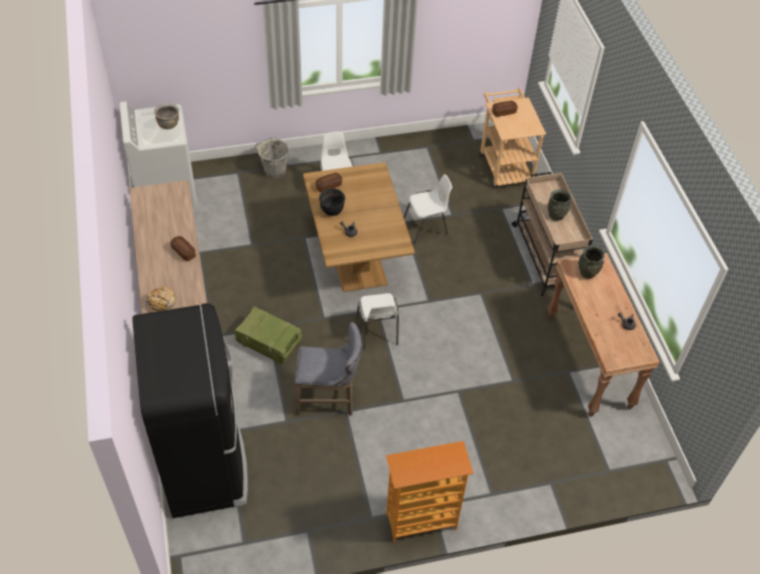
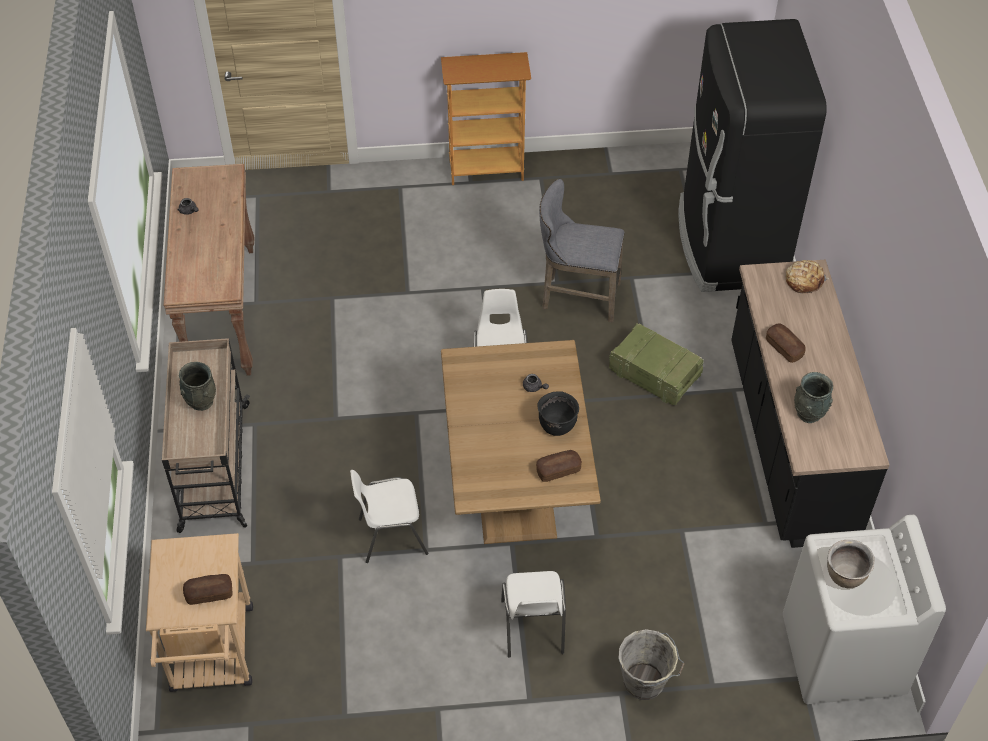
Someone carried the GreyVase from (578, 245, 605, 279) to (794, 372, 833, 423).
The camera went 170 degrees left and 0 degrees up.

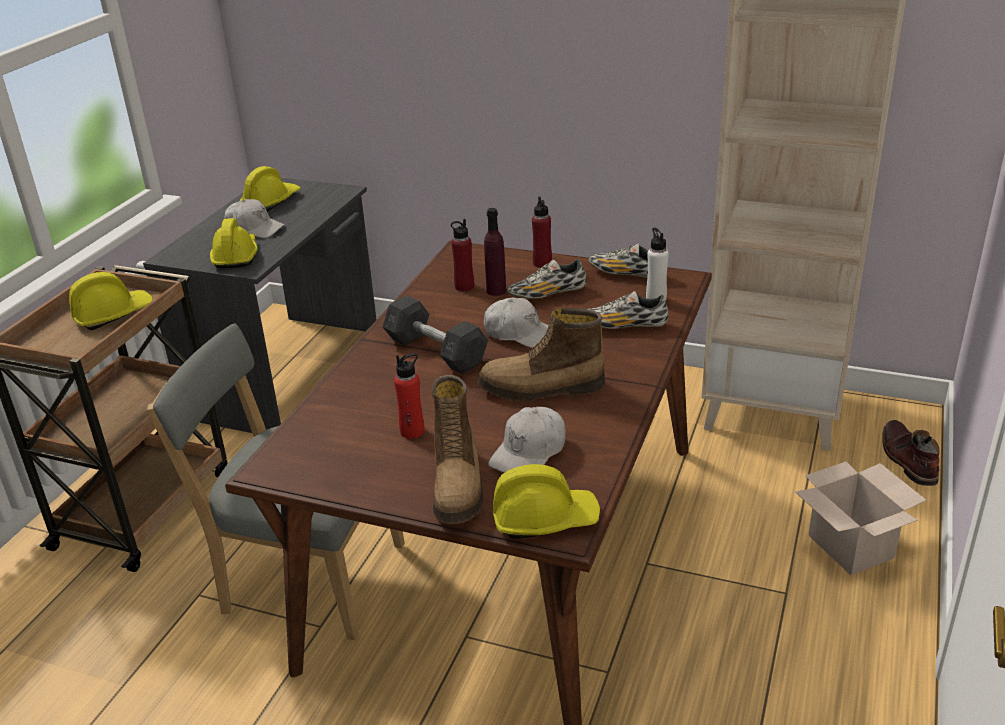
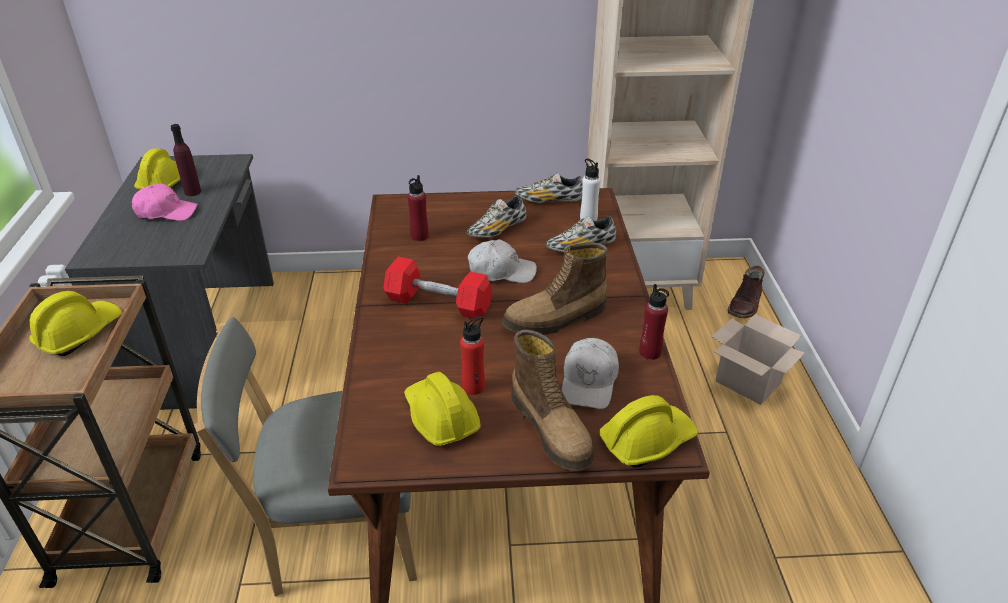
Someone carried the YellowishWorkHelmet from (210, 218, 258, 268) to (404, 372, 481, 446).
Someone repainted the WhitePeakedCap at (224, 199, 285, 238), which became the PinkColouredPeakedCap at (132, 184, 198, 221).
Someone repainted the GreyFreeWeight at (382, 295, 488, 374), which became the RedFreeWeight at (384, 257, 492, 319).
Someone carried the PurpleBottle from (484, 208, 506, 296) to (171, 124, 201, 196).
Someone carried the RedBottle from (532, 197, 552, 268) to (639, 284, 669, 360).
Someone rotated the BrownishTallBoot at (882, 420, 939, 486) by 120 degrees counterclockwise.
The camera went 25 degrees left and 5 degrees up.

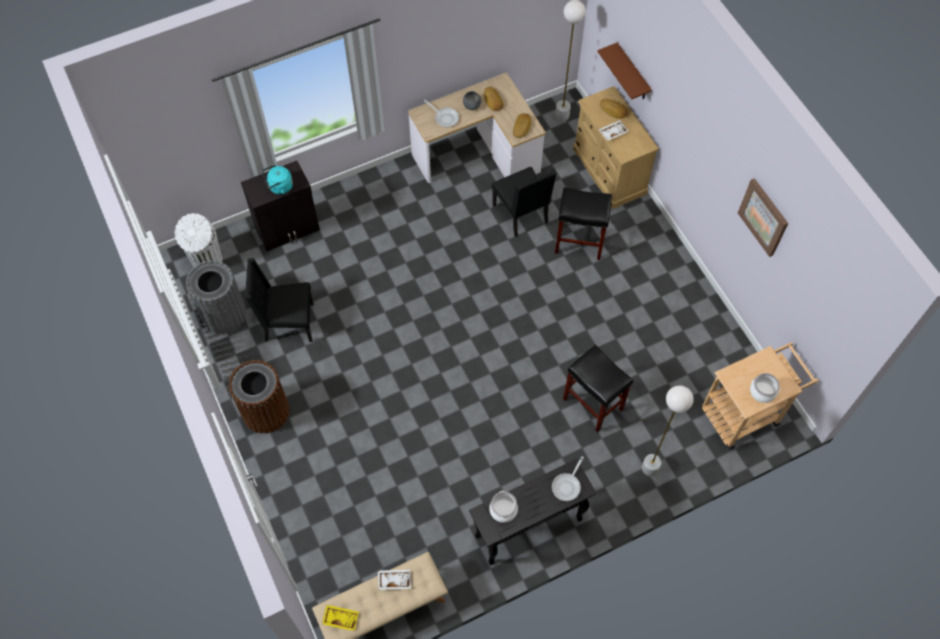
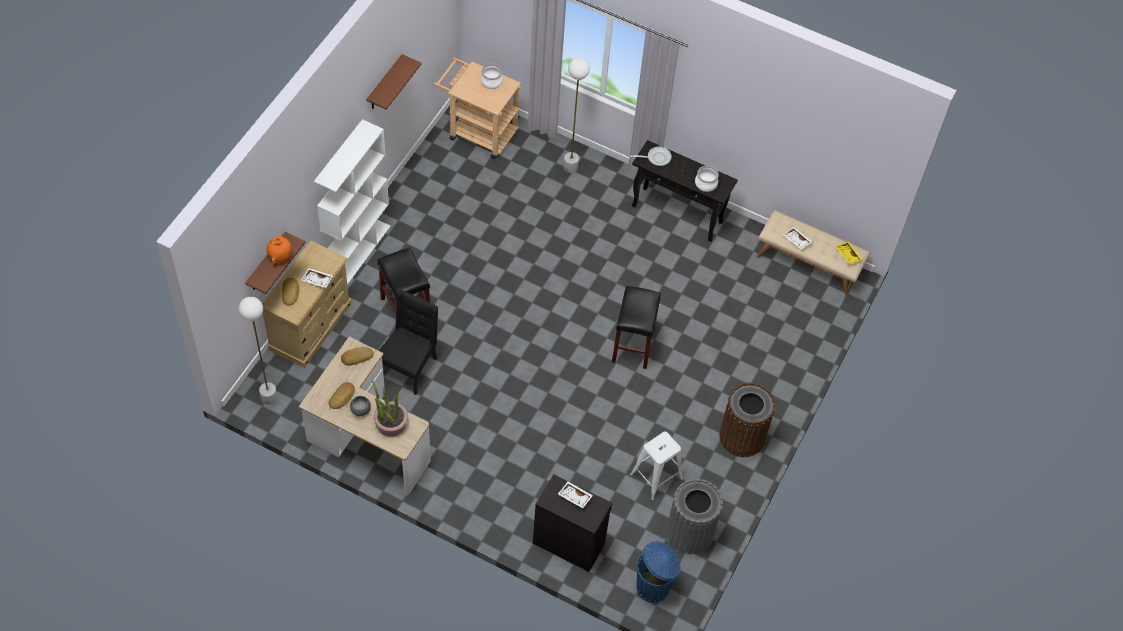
Someone repainted the WhiteRubbishBin at (175, 213, 222, 268), which became the BluishRubbishBin at (636, 541, 680, 603).
Someone swapped the BlackColouredPlainChair at (245, 258, 314, 342) for the WhiteStool at (630, 432, 683, 500).
Someone swapped the TurquoiseColouredKettle at (262, 165, 293, 194) for the WhiteServingTray at (558, 482, 593, 508).
Someone swapped the FryingPan at (424, 100, 459, 127) for the PottedPlant at (372, 381, 408, 436).
Someone carried the BlackColouredStool from (563, 345, 633, 433) to (612, 286, 661, 369).
Someone swapped the Picture at (738, 178, 788, 257) for the BrownishBracketShelf at (366, 54, 422, 110).
Someone put down the OrangeVase at (267, 236, 292, 263).
Someone put down the WhiteBookcase at (314, 119, 391, 285).
The camera went 130 degrees left and 5 degrees down.

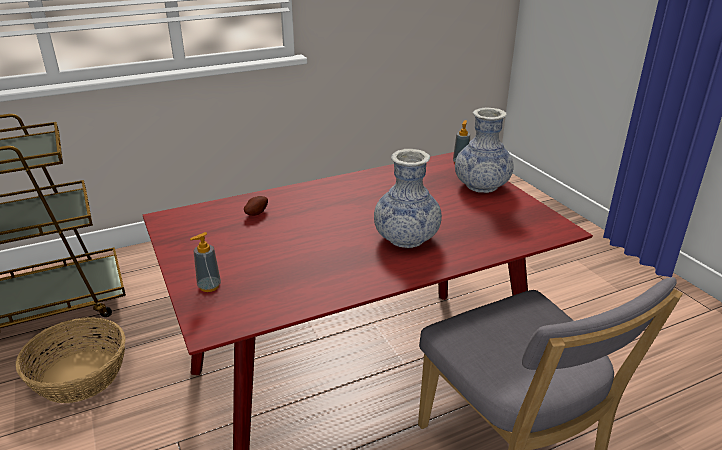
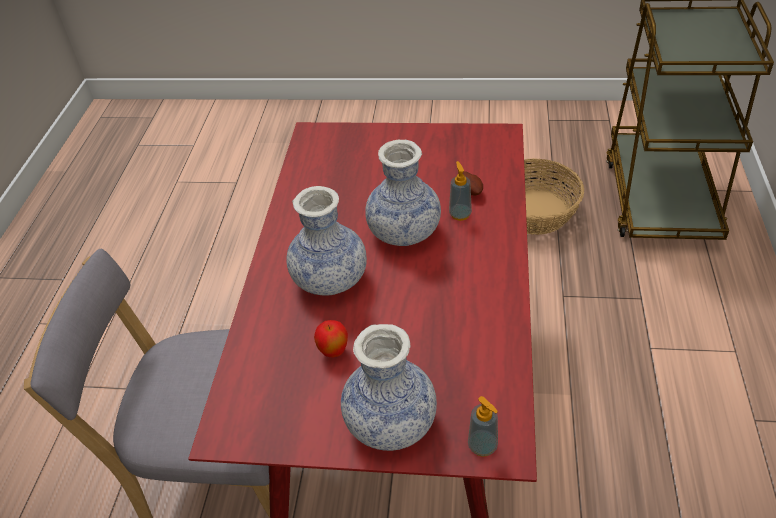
Someone carried the LiquidSoapBottle from (190, 232, 221, 292) to (449, 161, 472, 221).
Someone put down the AppleFruit at (314, 320, 348, 358).
Someone put down the Vase at (365, 140, 441, 246).
The camera went 125 degrees right and 15 degrees up.

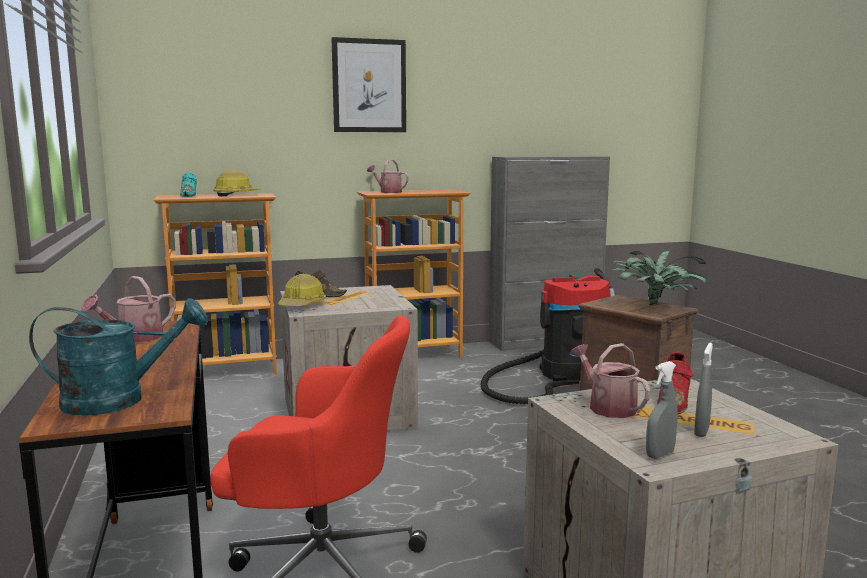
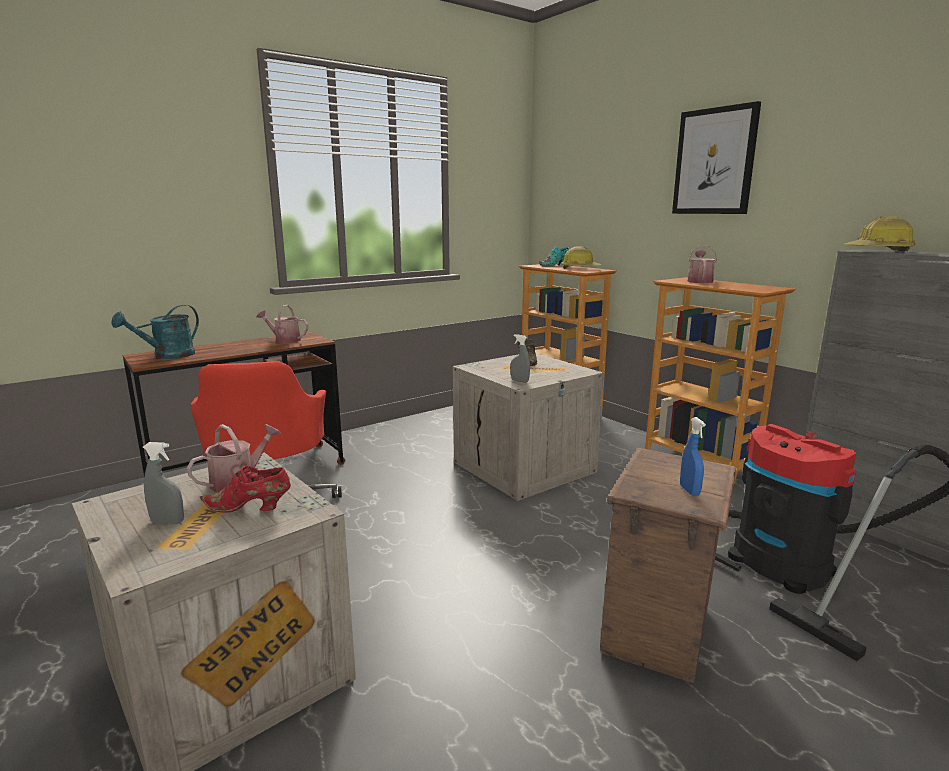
Someone rotated the TurquoiseColouredSprinklingCan at (29, 298, 208, 416) by 75 degrees clockwise.
Someone carried the WorkHelmet from (278, 274, 326, 306) to (844, 216, 916, 252).
Someone swapped the PottedPlant at (611, 251, 707, 305) for the BluishSprayer at (680, 417, 706, 496).
Someone carried the GreySprayer from (646, 361, 678, 459) to (511, 334, 530, 382).
The camera went 70 degrees right and 5 degrees up.

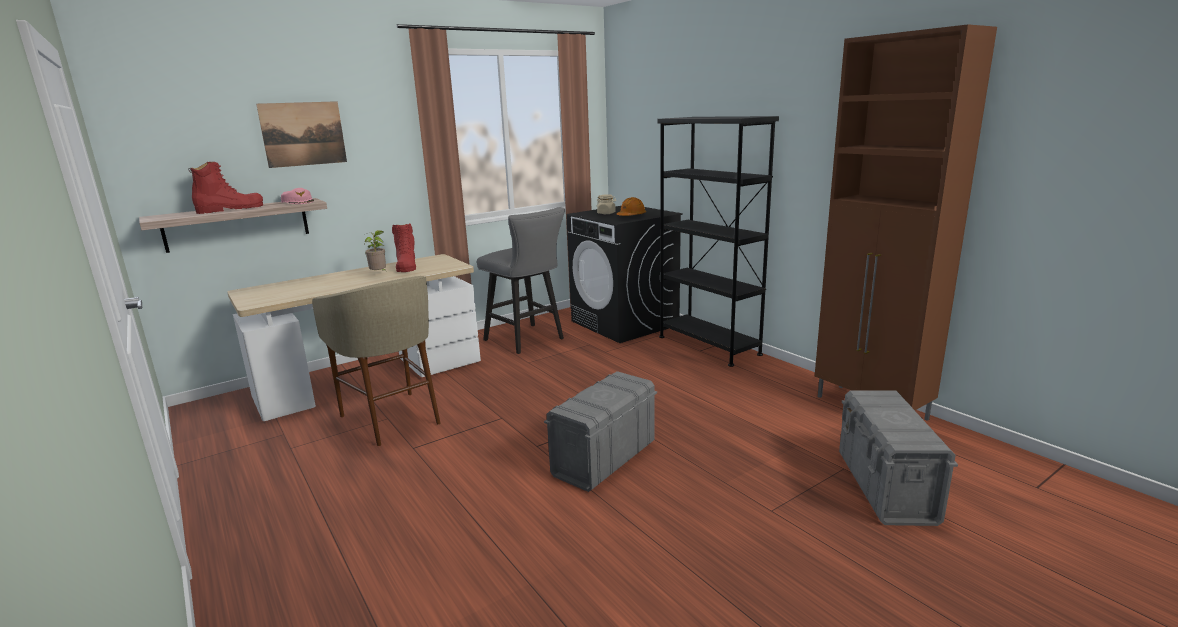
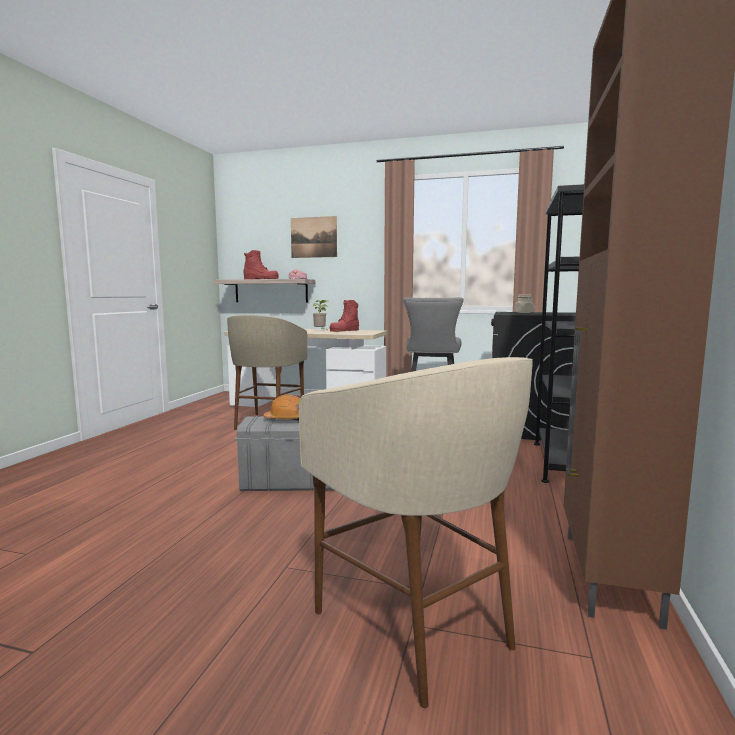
Someone carried the OrangeWorkHelmet from (617, 197, 646, 216) to (263, 395, 300, 421).
Someone swapped the GreyStorageBox at (839, 390, 958, 526) for the BeigeColouredStool at (299, 357, 533, 708).
The camera went 50 degrees right and 10 degrees down.

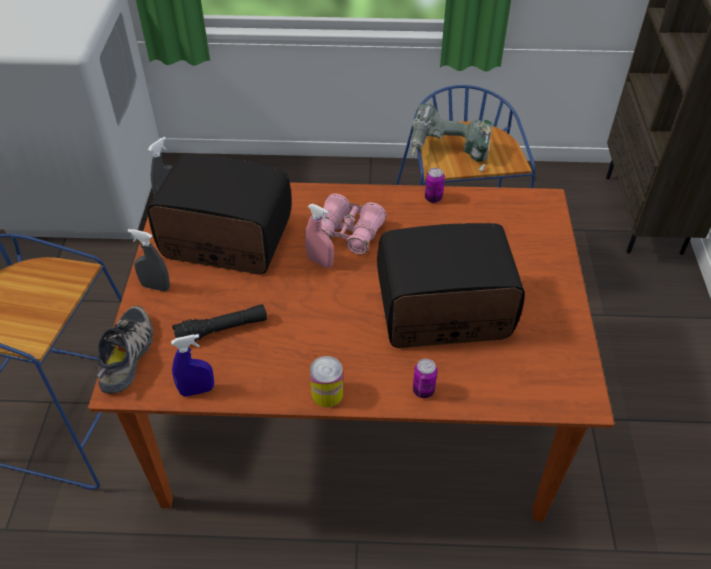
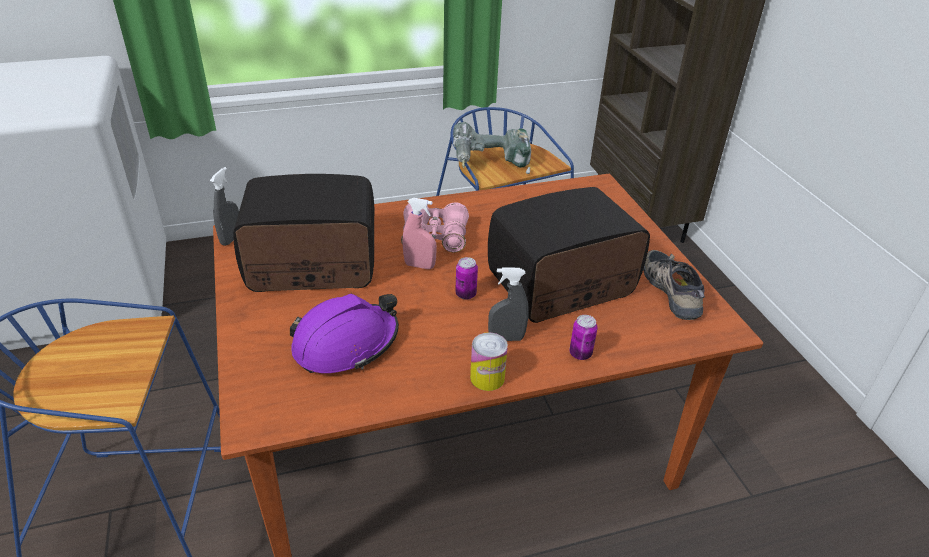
Someone carried the LowShoe from (96, 306, 153, 394) to (643, 250, 705, 320).
Someone carried the GreySprayer from (128, 229, 170, 291) to (488, 268, 529, 341).
Someone took away the BluishSprayer at (171, 334, 214, 397).
Someone swapped the BlackColouredTorch at (172, 304, 267, 341) for the PurpleWorkHelmet at (290, 294, 399, 373).
Someone carried the MetalCan from (425, 168, 445, 203) to (455, 257, 478, 300).
The camera went 20 degrees left and 10 degrees down.

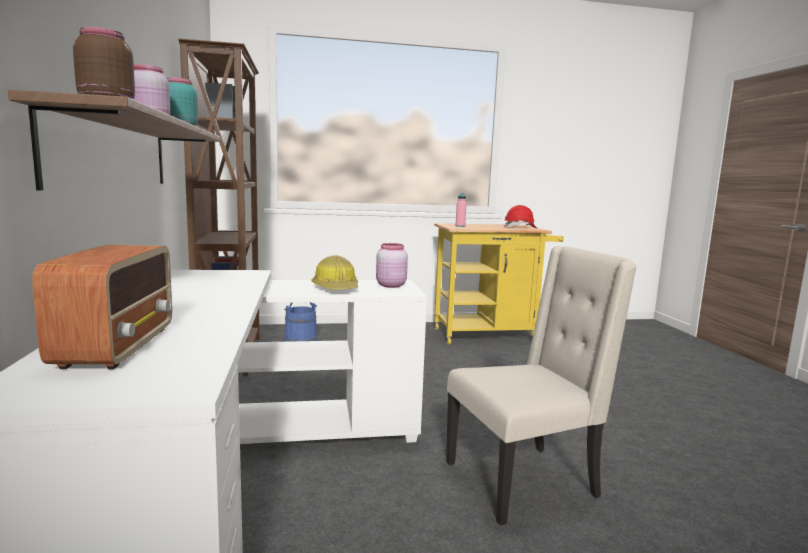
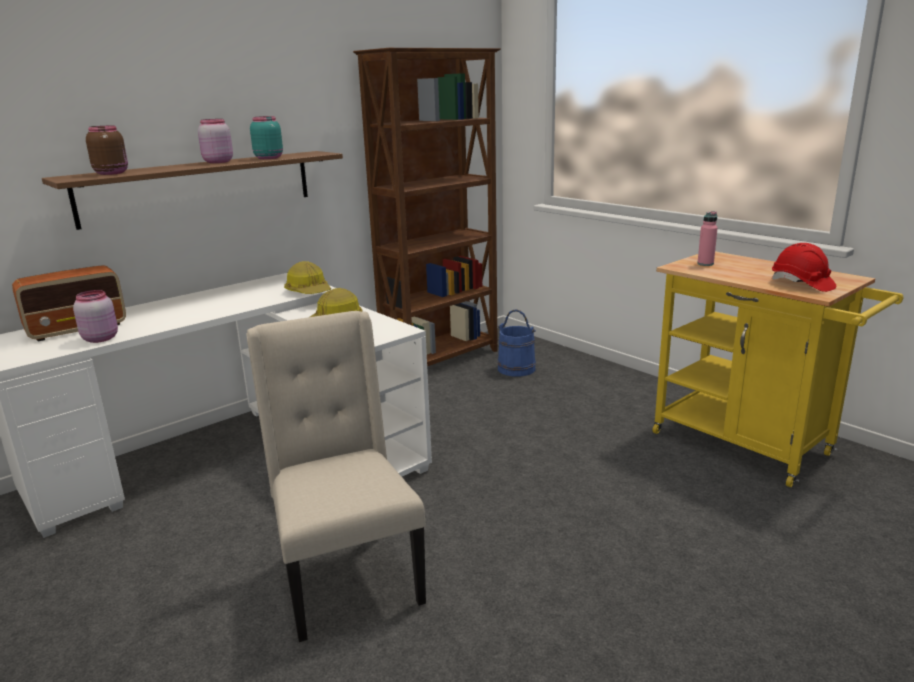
Someone carried the PinkColouredPreserveJar from (376, 243, 408, 288) to (73, 290, 118, 343).
Someone rotated the BeigeColouredPlainChair at (446, 246, 637, 525) by 150 degrees counterclockwise.
Someone put down the WorkHelmet at (284, 261, 331, 294).
The camera went 60 degrees right and 10 degrees up.

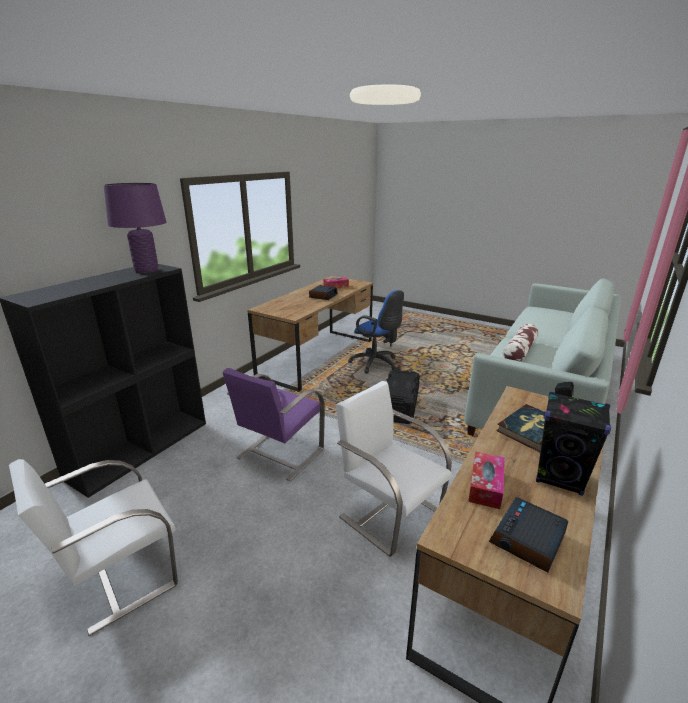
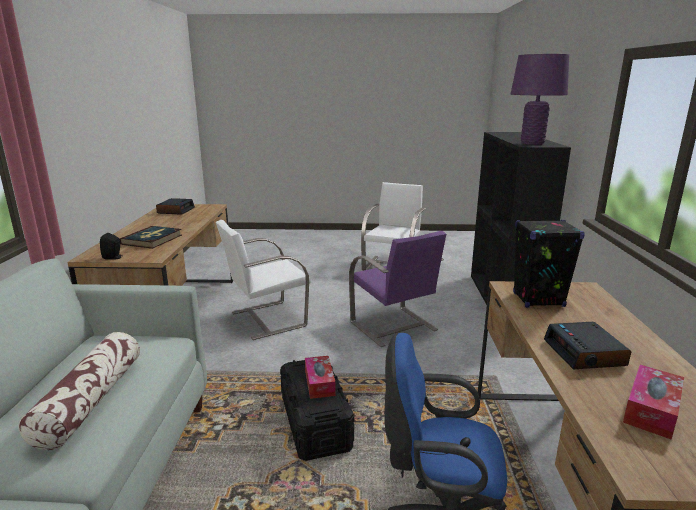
Someone rotated the PurplePlainChair at (222, 368, 325, 481) by 150 degrees clockwise.
Someone rotated the WhitePlainChair at (336, 381, 452, 557) by 135 degrees clockwise.
Someone carried the BoxOfTissues from (468, 451, 505, 509) to (305, 356, 336, 399).
Someone carried the BlackColouredSpeaker from (536, 392, 611, 496) to (513, 220, 585, 308).
The camera went 150 degrees right and 5 degrees down.

